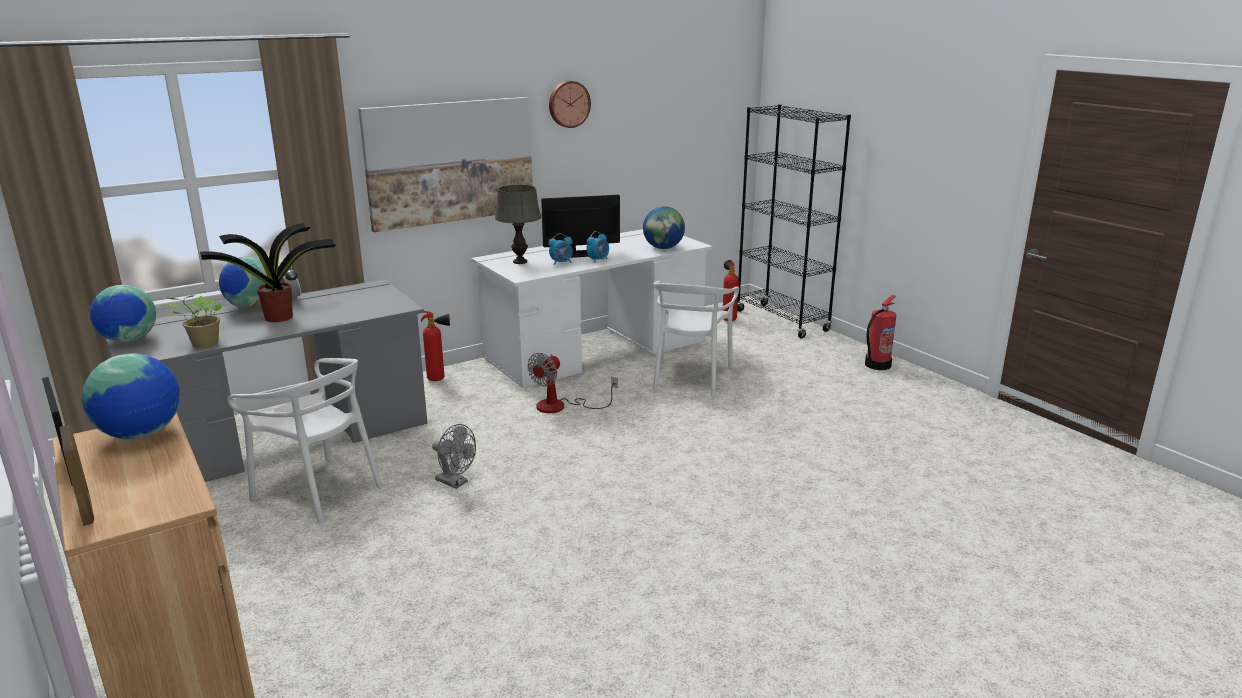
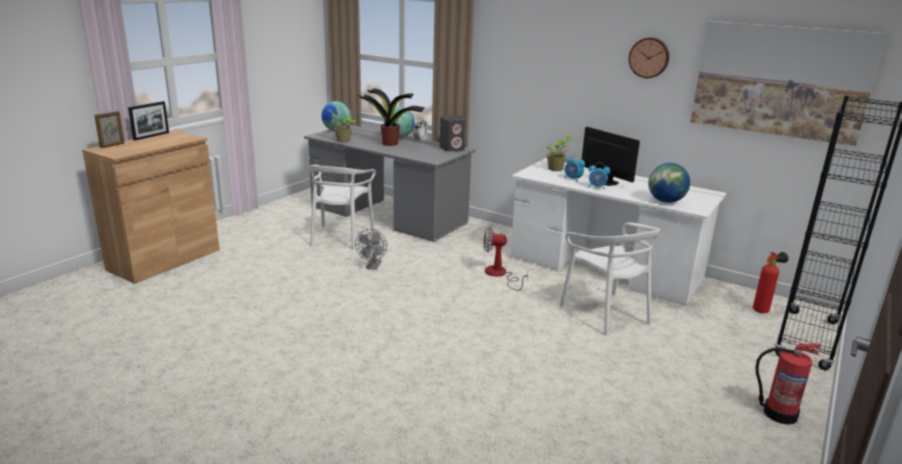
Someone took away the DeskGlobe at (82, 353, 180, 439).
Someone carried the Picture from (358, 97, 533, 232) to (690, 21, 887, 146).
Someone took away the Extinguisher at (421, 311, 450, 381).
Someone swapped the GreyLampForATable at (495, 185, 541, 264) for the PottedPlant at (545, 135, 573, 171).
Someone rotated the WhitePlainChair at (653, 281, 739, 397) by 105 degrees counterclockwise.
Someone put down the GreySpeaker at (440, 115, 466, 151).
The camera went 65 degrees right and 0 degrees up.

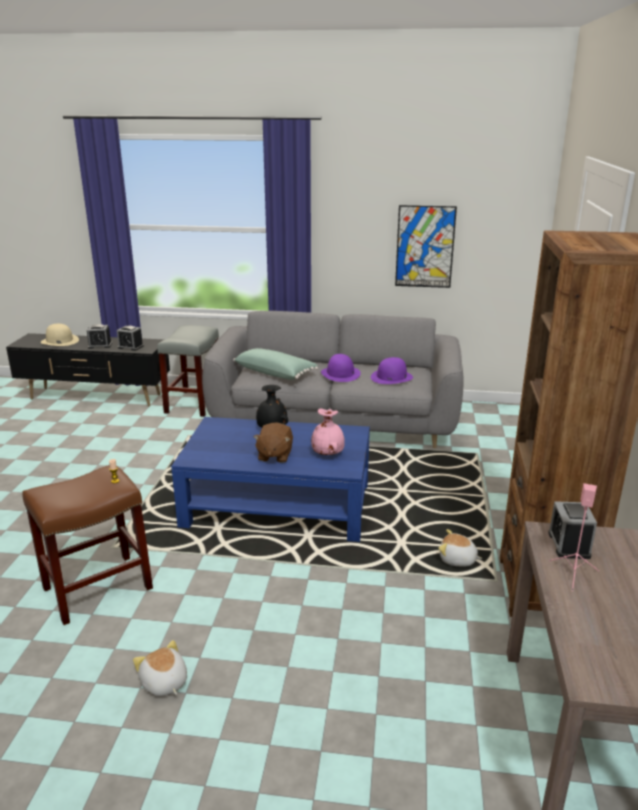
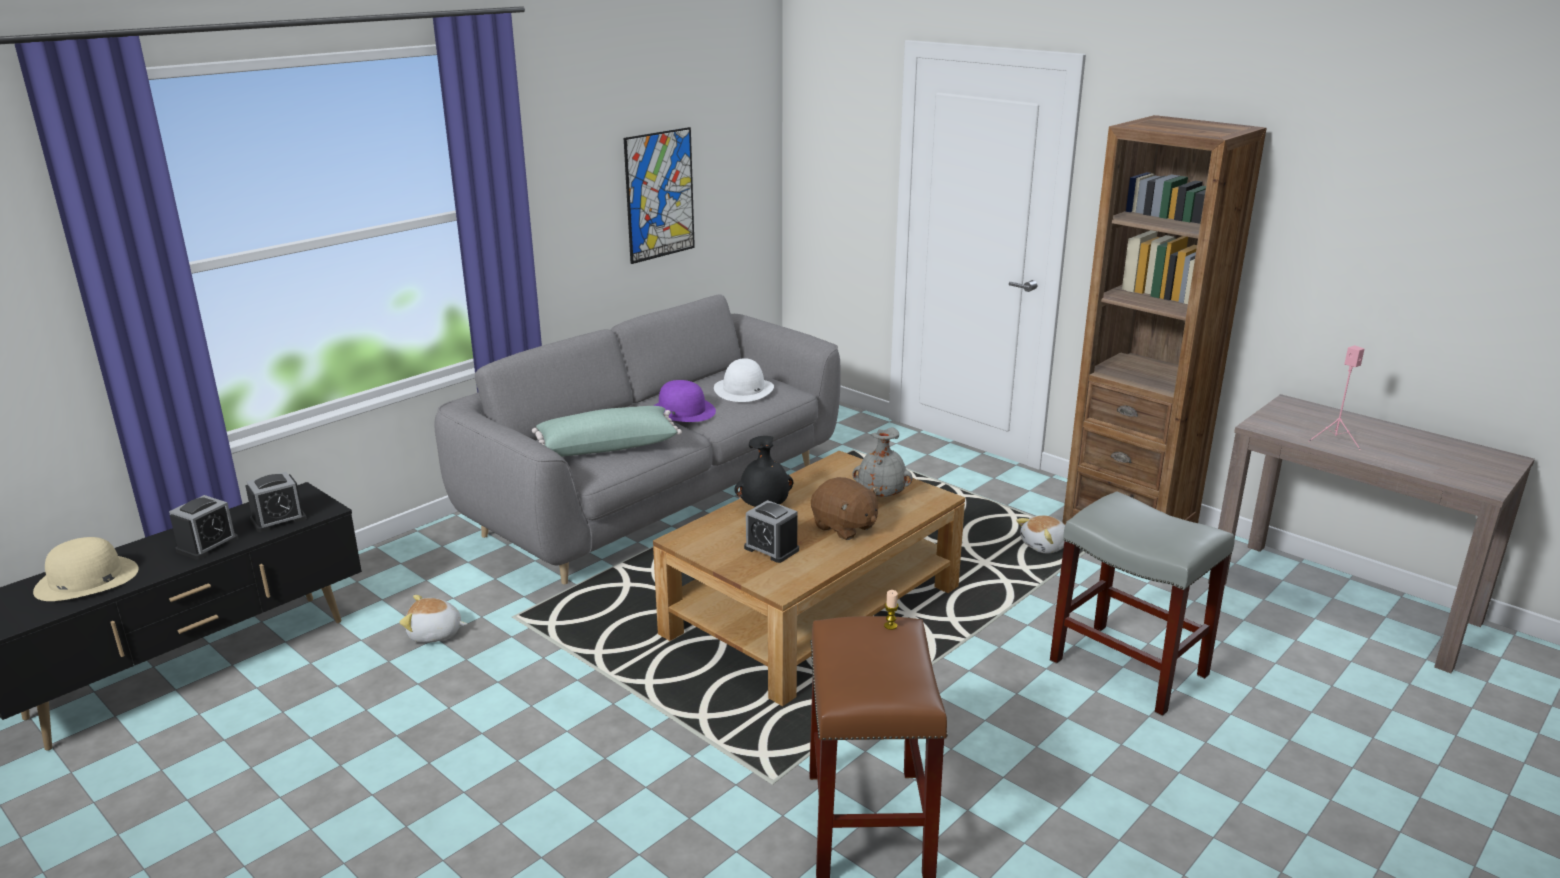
Someone carried the SoftToy from (133, 640, 187, 696) to (400, 595, 468, 643).
Someone carried the GreyStool from (157, 325, 219, 417) to (1050, 492, 1235, 716).
Someone repainted the BluishLowTable at (171, 417, 370, 542), which became the BrownishLowTable at (653, 451, 965, 706).
Someone repainted the PinkColouredVase at (311, 408, 345, 455), which became the GreyVase at (852, 428, 912, 497).
Someone repainted the PurpleHat at (371, 357, 413, 384), which became the WhiteHat at (714, 358, 774, 402).
Someone carried the AlarmClock from (548, 501, 597, 559) to (744, 500, 799, 563).
The camera went 55 degrees left and 0 degrees up.

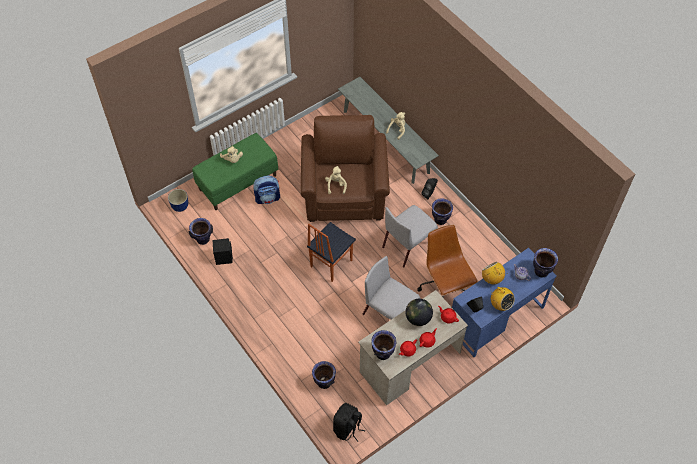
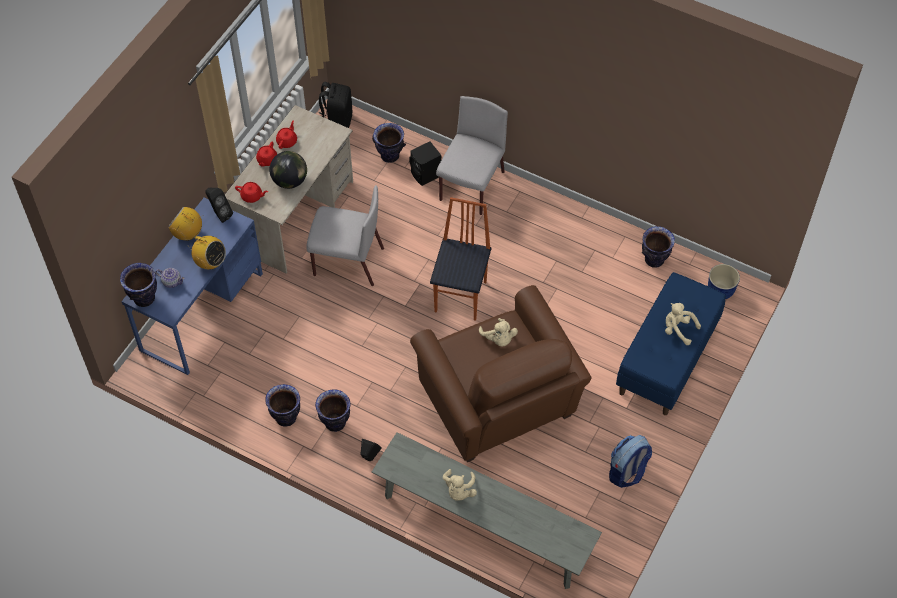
Someone repainted the GreenishBench at (192, 133, 278, 210), which became the BluishBench at (616, 272, 726, 415).
Someone carried the BlackColouredSpeaker from (213, 238, 233, 265) to (409, 141, 441, 186).
Someone carried the Knapsack from (253, 175, 280, 204) to (609, 435, 652, 488).
Someone carried the Vase from (371, 330, 397, 360) to (265, 384, 300, 427).
Someone carried the GreyPlainChair from (382, 205, 438, 268) to (436, 96, 508, 215).
Someone took away the BrownishOfficeChair at (417, 225, 478, 298).
The camera went 155 degrees right and 0 degrees up.

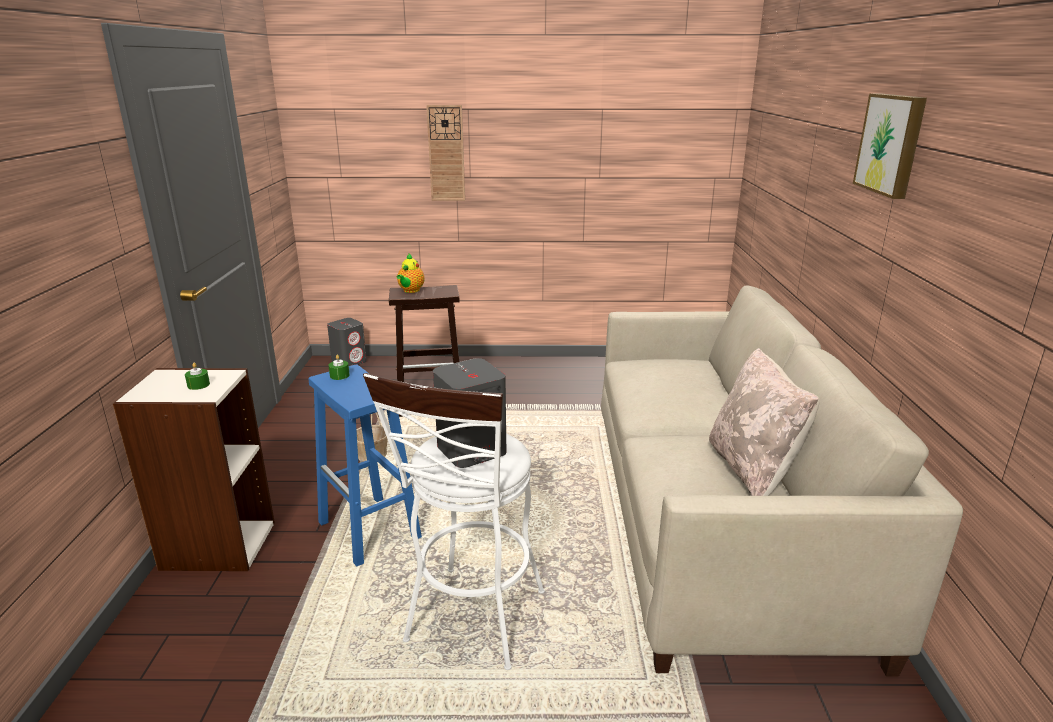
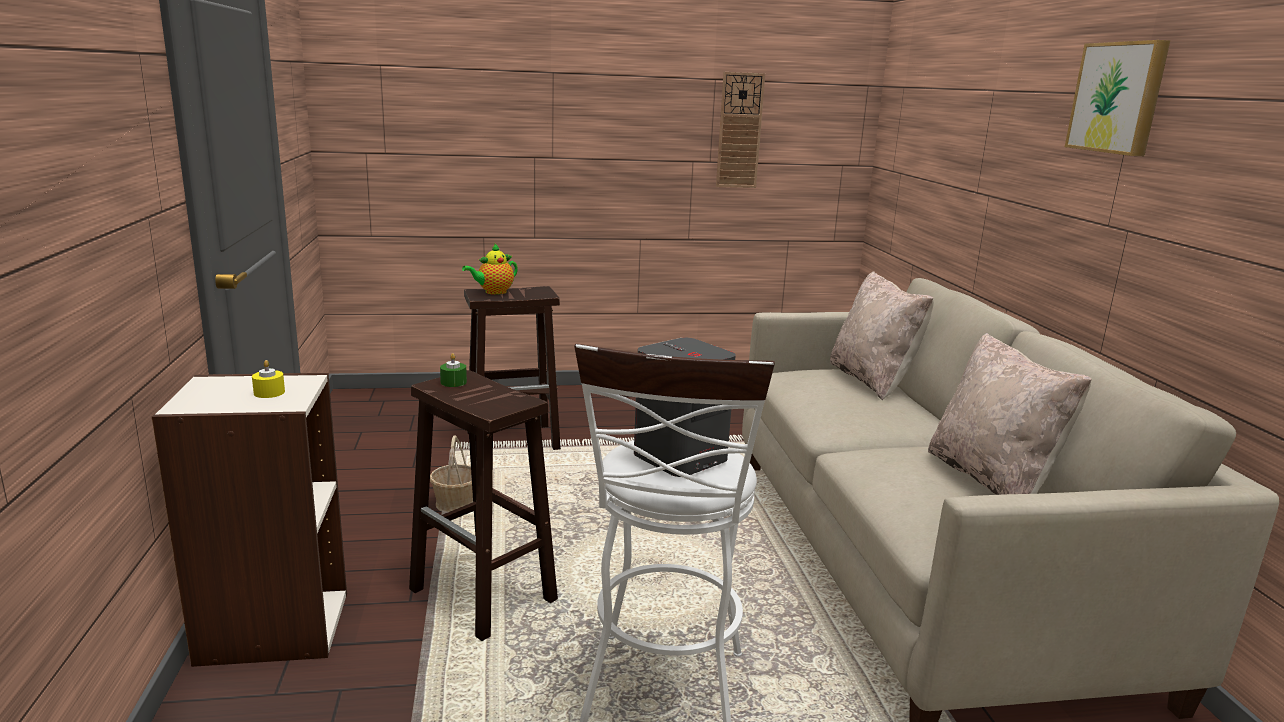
Someone repainted the GreenishWaxCandle at (185, 363, 210, 390), which became the YellowishWaxCandle at (252, 360, 285, 398).
Someone repainted the BluishStool at (309, 365, 422, 567), which became the BrownishStool at (409, 370, 558, 641).
Someone took away the GreySpeaker at (327, 318, 367, 366).
Someone rotated the Teapot at (397, 253, 425, 293) by 45 degrees clockwise.
Someone carried the WallClock from (426, 105, 465, 201) to (716, 72, 765, 188).
Someone put down the BeigeColouredPillow at (830, 271, 934, 400).
The camera went 10 degrees left and 5 degrees down.

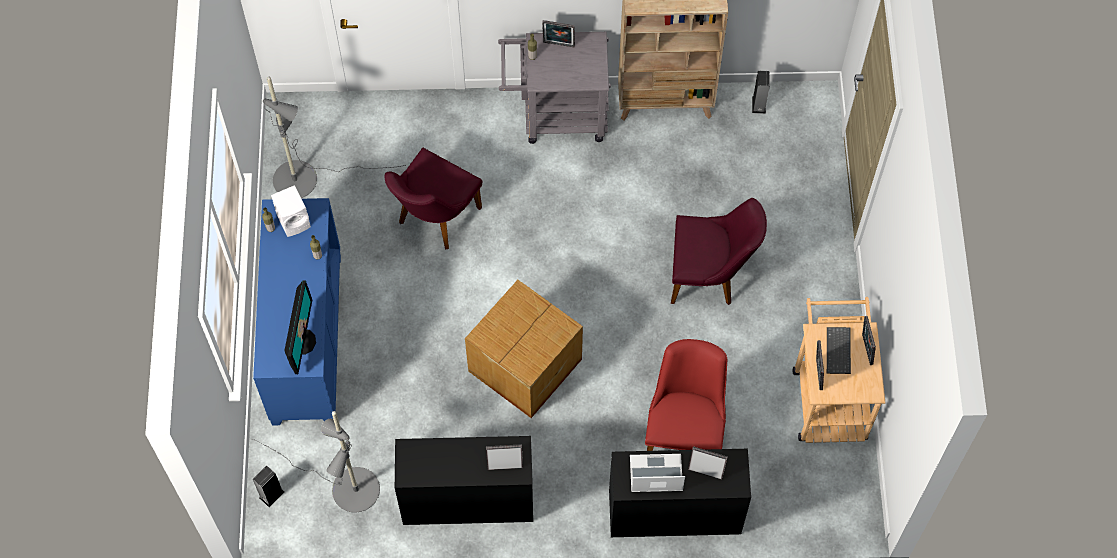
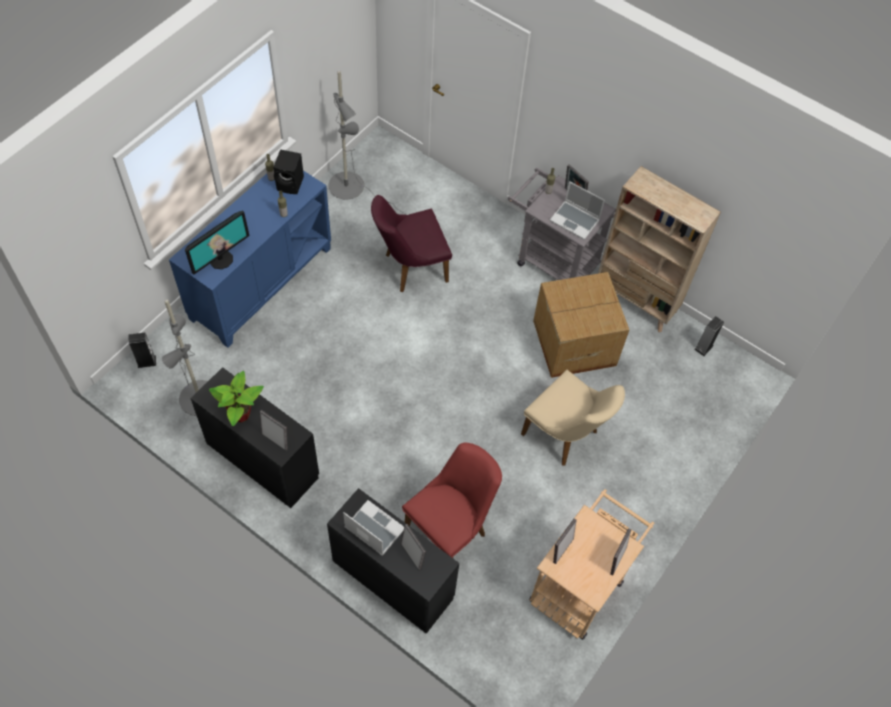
Someone repainted the WhiteSpeaker at (271, 185, 311, 237), which became the BlackColouredSpeaker at (273, 149, 304, 194).
Someone carried the CardboardBox from (465, 280, 583, 418) to (533, 272, 629, 378).
Someone repainted the PurplePlainChair at (671, 198, 767, 305), which became the BeigeColouredPlainChair at (521, 370, 625, 465).
Someone took away the Keyboard at (827, 327, 851, 374).
Someone put down the PottedPlant at (209, 371, 264, 426).
Someone put down the PortableComputer at (550, 181, 605, 240).
The camera went 35 degrees right and 5 degrees down.

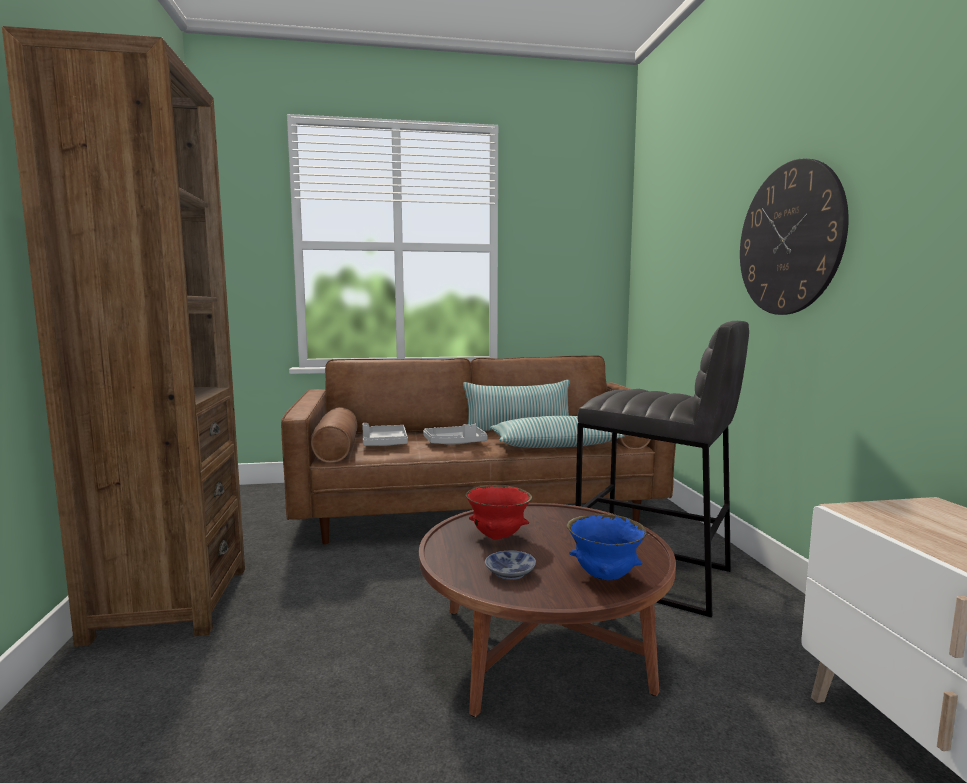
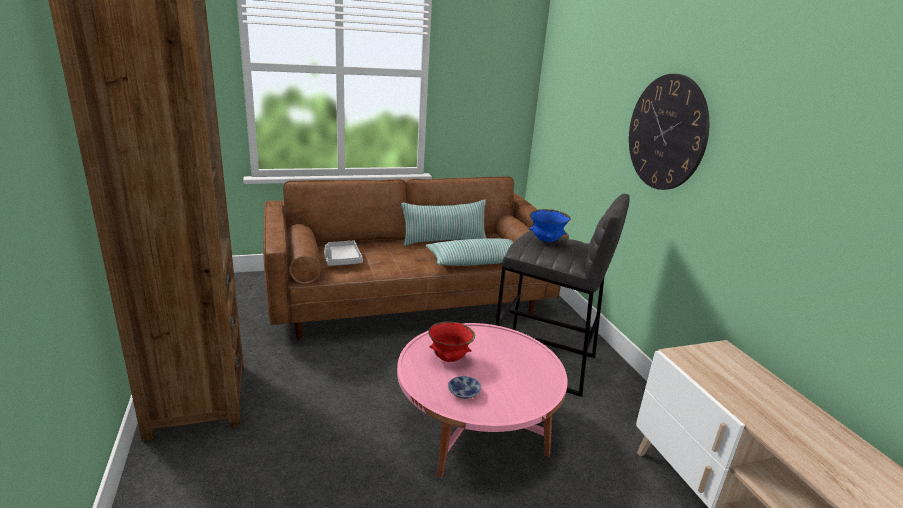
Someone repainted the BrownishLowTable at (419, 503, 676, 717), which became the PinkColouredLowTable at (397, 323, 568, 478).
Someone took away the GreyServingTray at (423, 424, 488, 445).
Someone carried the BluishBowl from (567, 514, 647, 580) to (529, 209, 570, 242).
The camera went 10 degrees left and 15 degrees up.

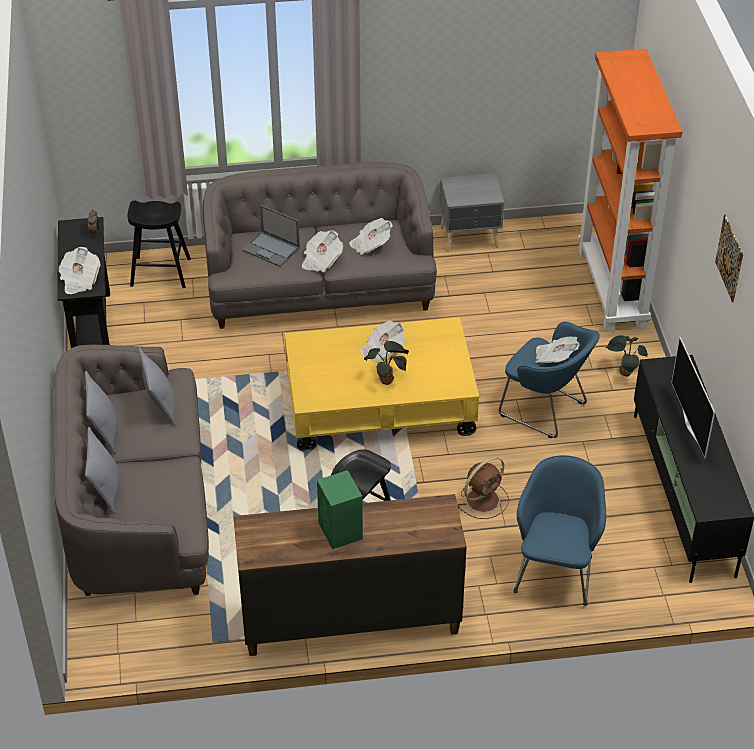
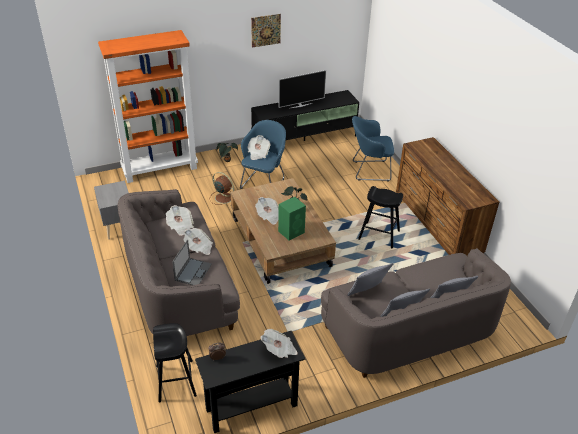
Someone repainted the YellowishLowTable at (284, 317, 479, 451), which became the BrownishLowTable at (230, 178, 336, 284).
Someone carried the GreenishSpeaker from (317, 470, 363, 549) to (278, 197, 306, 241).
Someone carried the BrownishElectricFan from (458, 457, 509, 519) to (210, 172, 234, 205).
The camera went 105 degrees left and 5 degrees down.

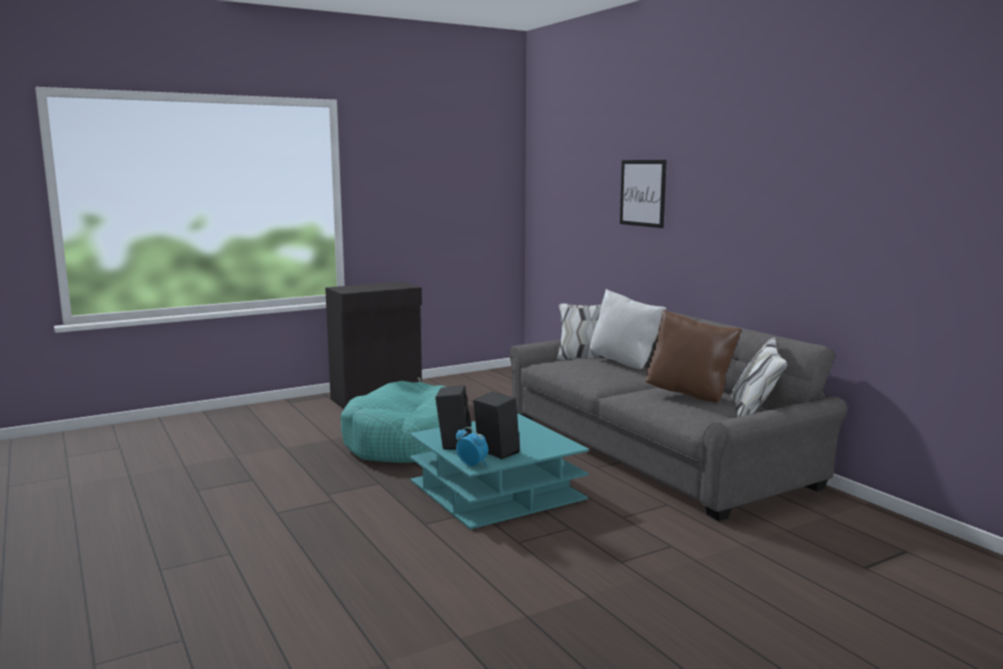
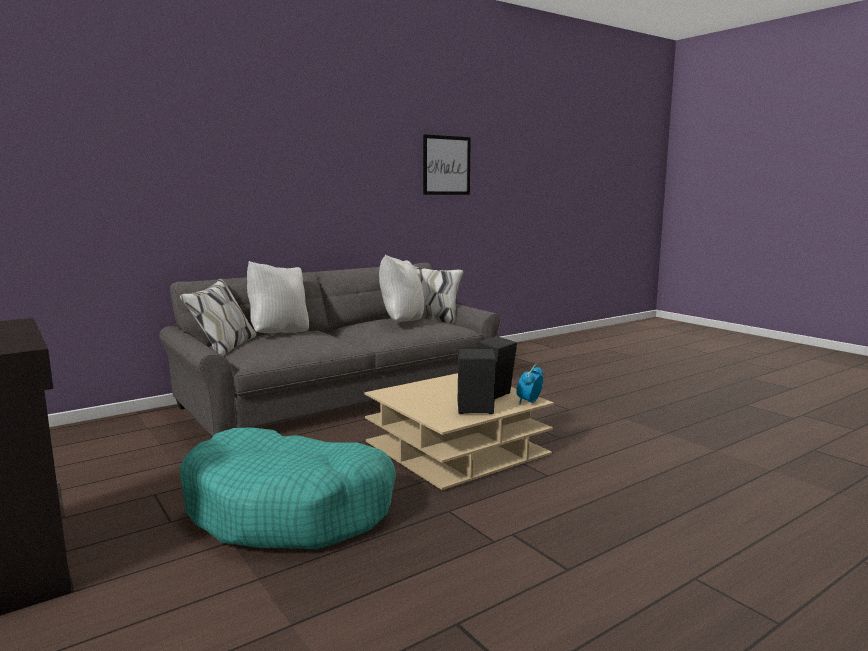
Someone repainted the TurquoiseColouredLowTable at (409, 413, 589, 529), which became the BeigeColouredLowTable at (365, 373, 554, 490).
Someone carried the Picture from (620, 160, 667, 228) to (423, 134, 471, 195).
Someone repainted the BrownishPillow at (646, 309, 742, 403), which became the WhitePillow at (379, 255, 424, 322).
The camera went 95 degrees left and 0 degrees up.

